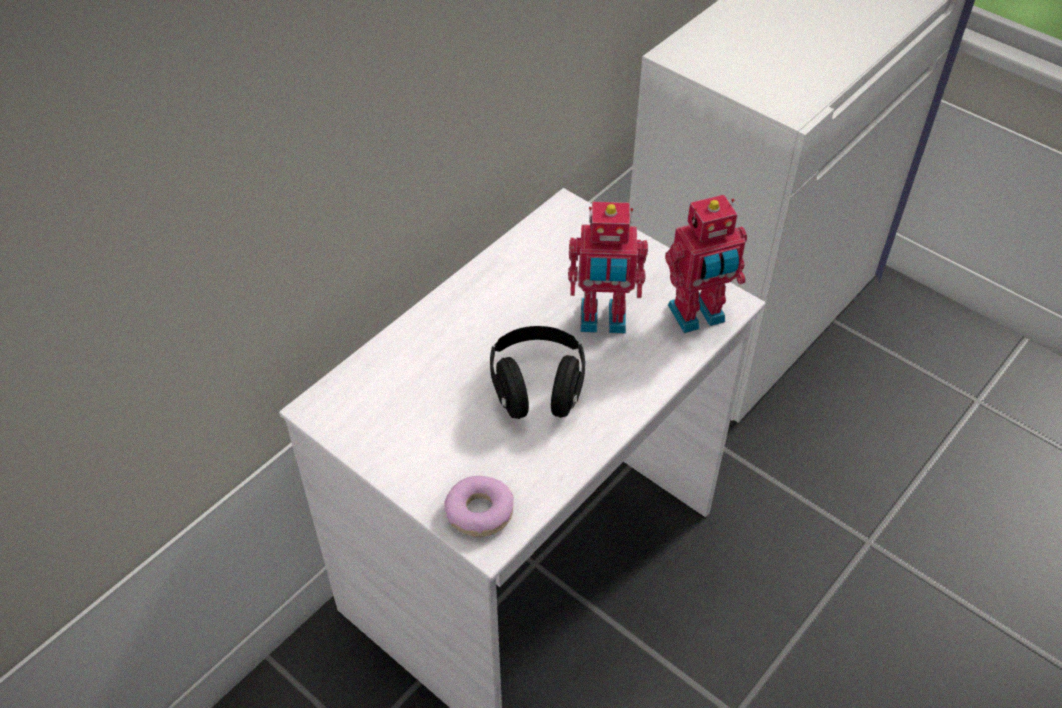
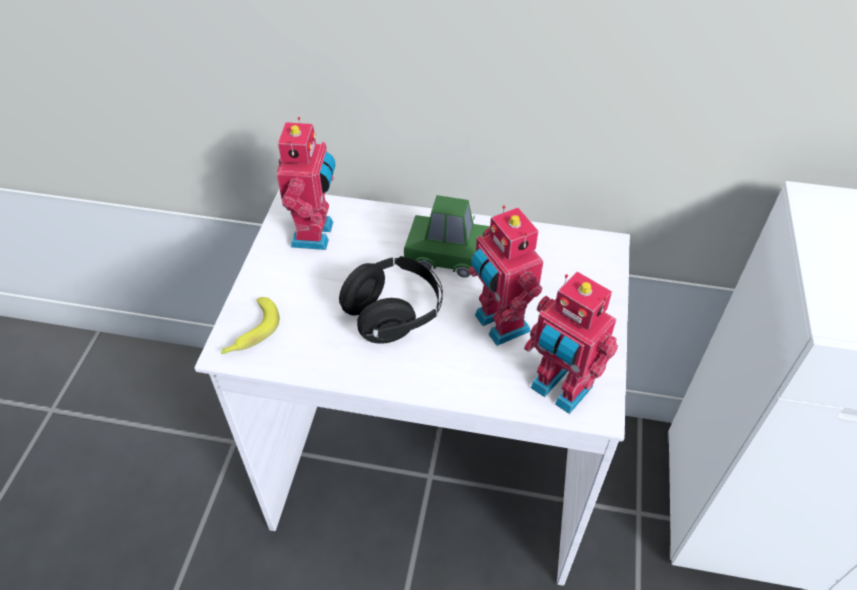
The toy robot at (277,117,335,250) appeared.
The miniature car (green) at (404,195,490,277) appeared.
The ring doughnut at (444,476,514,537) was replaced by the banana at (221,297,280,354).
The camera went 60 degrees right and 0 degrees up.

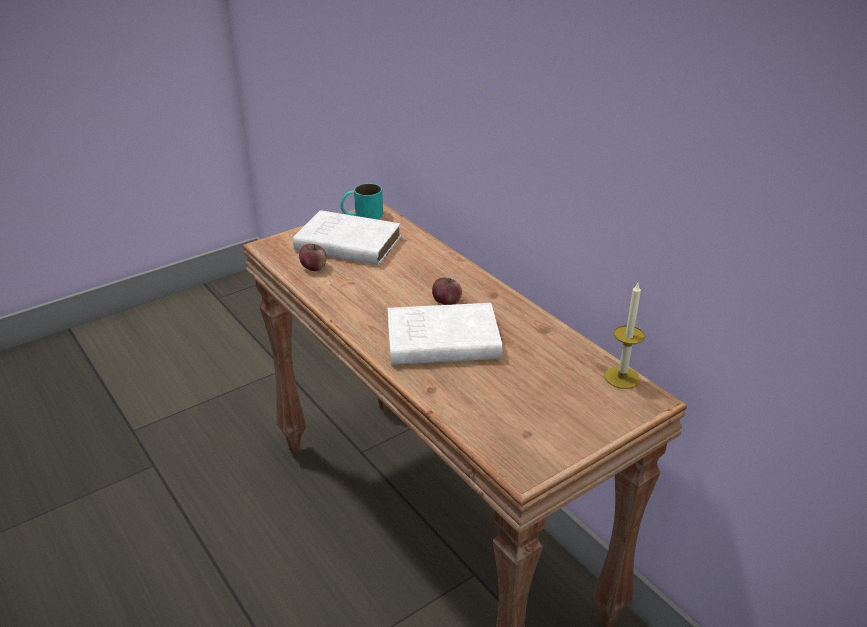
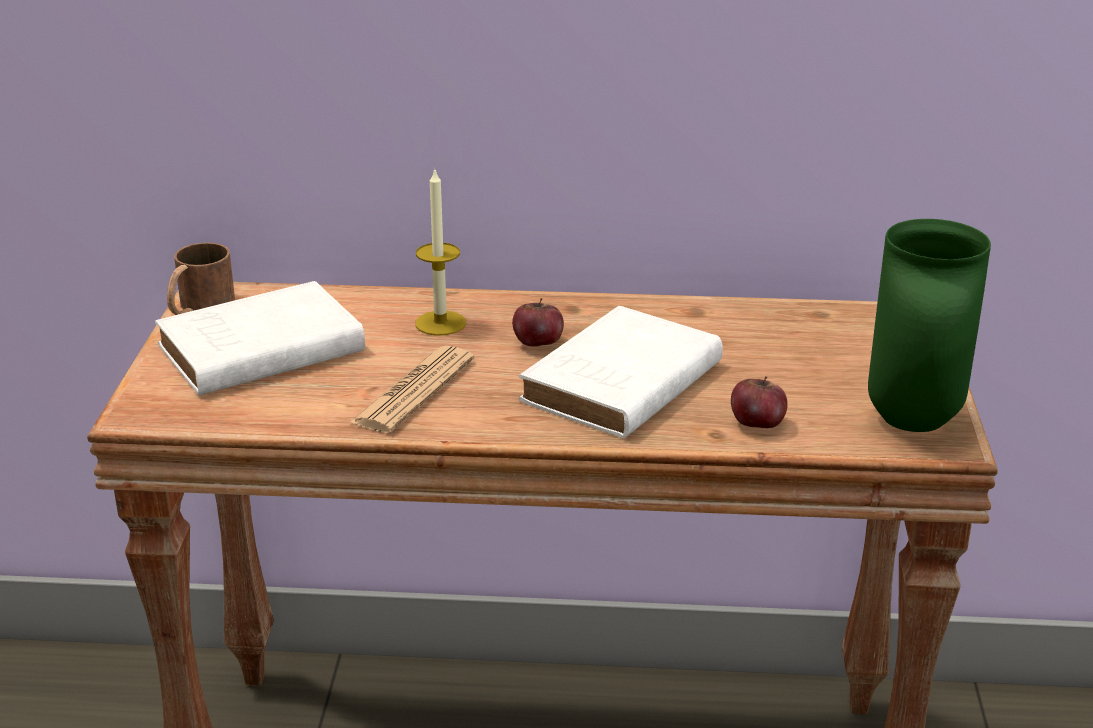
The printed paper at (349,346,474,433) appeared.
The decorative vase (green) at (868,219,991,432) appeared.
The whole apple moved from (299,244,327,271) to (731,376,788,428).
The candle moved from (604,281,645,389) to (415,167,466,336).
The mug (turquoise) at (340,183,383,219) became the mug (brownish) at (167,243,235,315).
The camera went 50 degrees left and 5 degrees down.

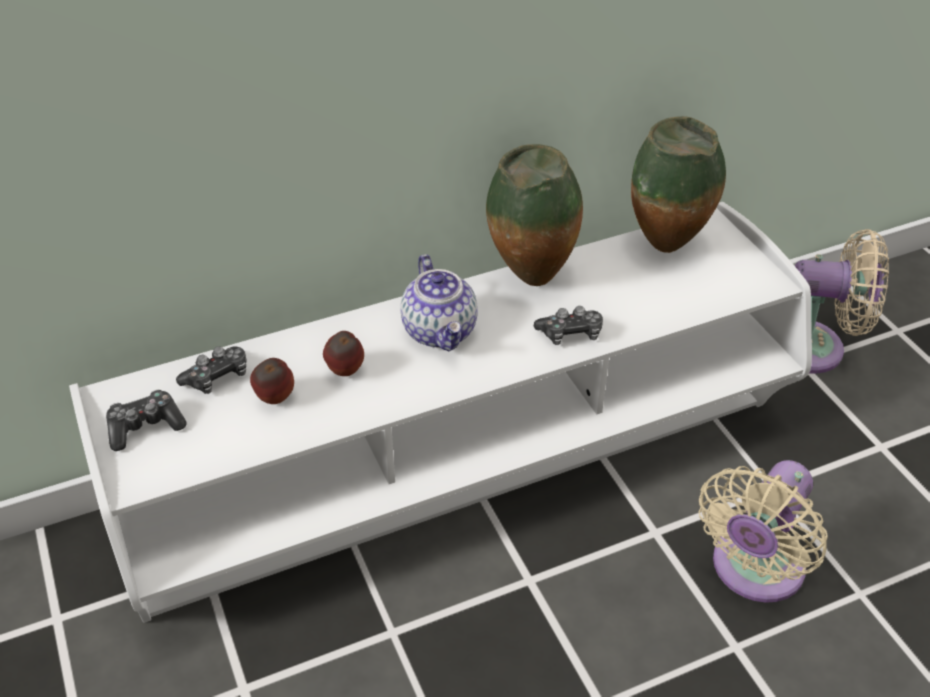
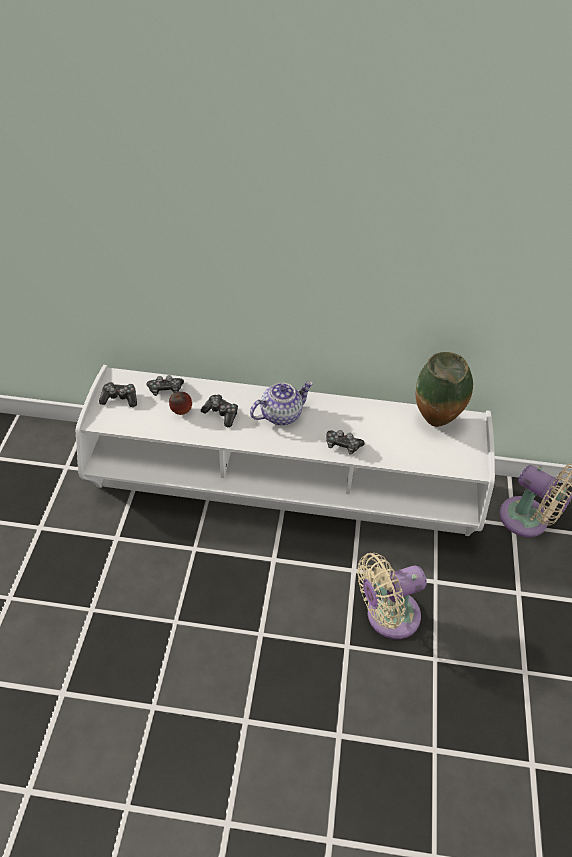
The decorative vase at (486,144,583,286) disappeared.
The whole apple at (323,331,364,376) was replaced by the game controller at (201,395,238,427).
The pot for tea at (401,254,478,351) turned 135 degrees counterclockwise.
The camera went 30 degrees right and 5 degrees up.

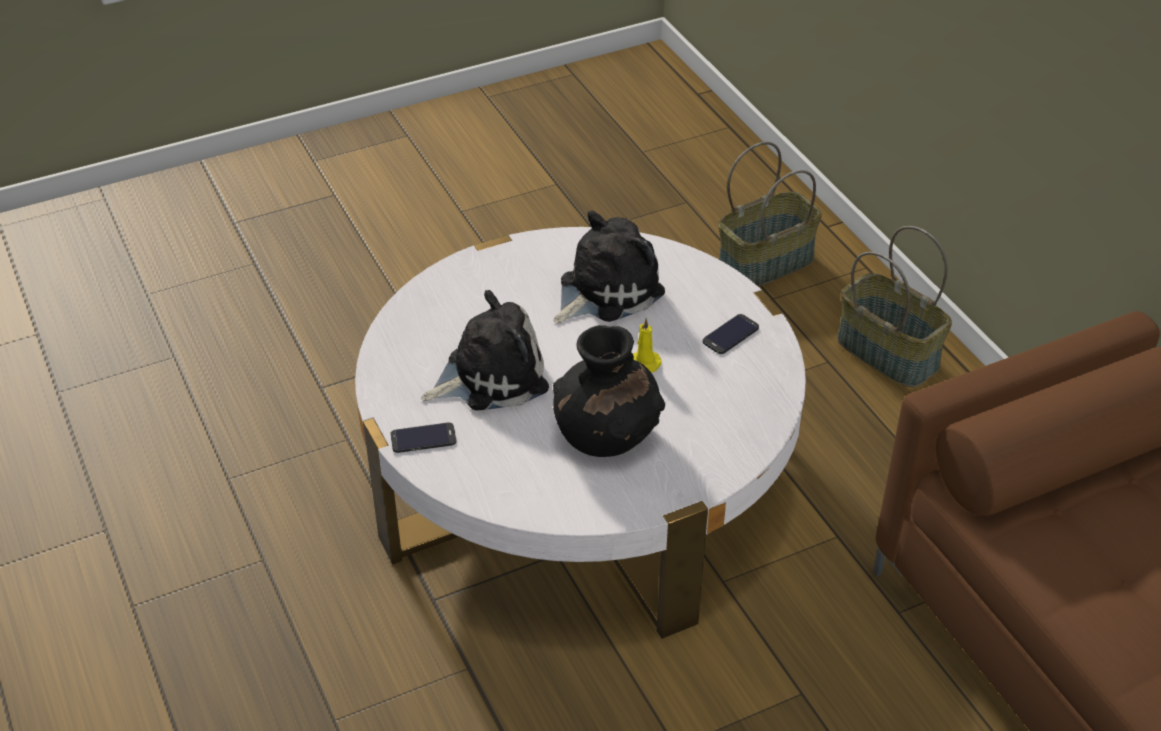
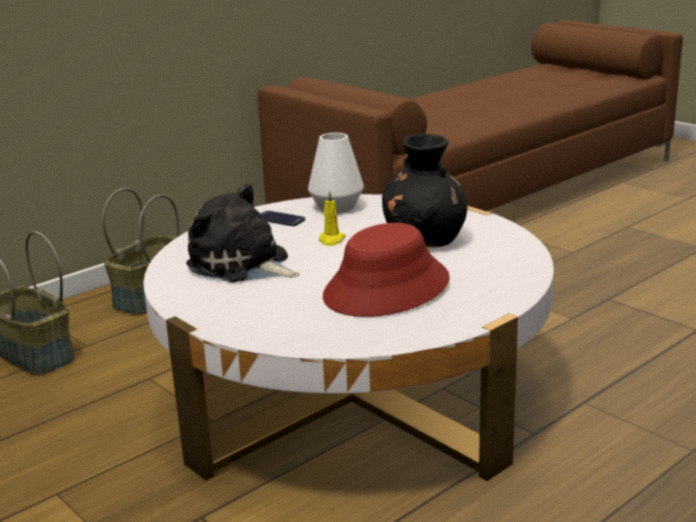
The handset at (390,423,456,453) disappeared.
The decorative vase (whitish) at (308,133,364,213) appeared.
The plush toy at (421,290,549,411) was replaced by the hat (red-coloured) at (323,223,450,317).
The camera went 105 degrees left and 20 degrees down.

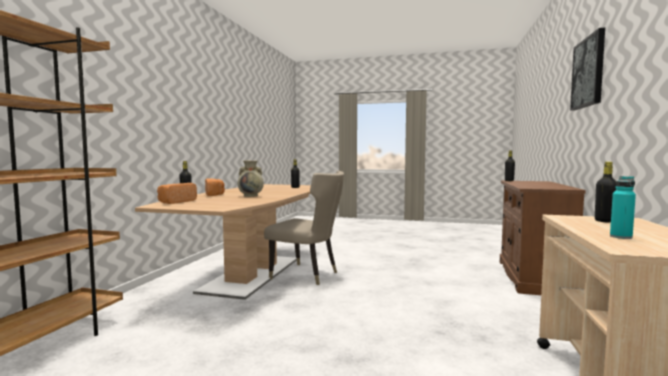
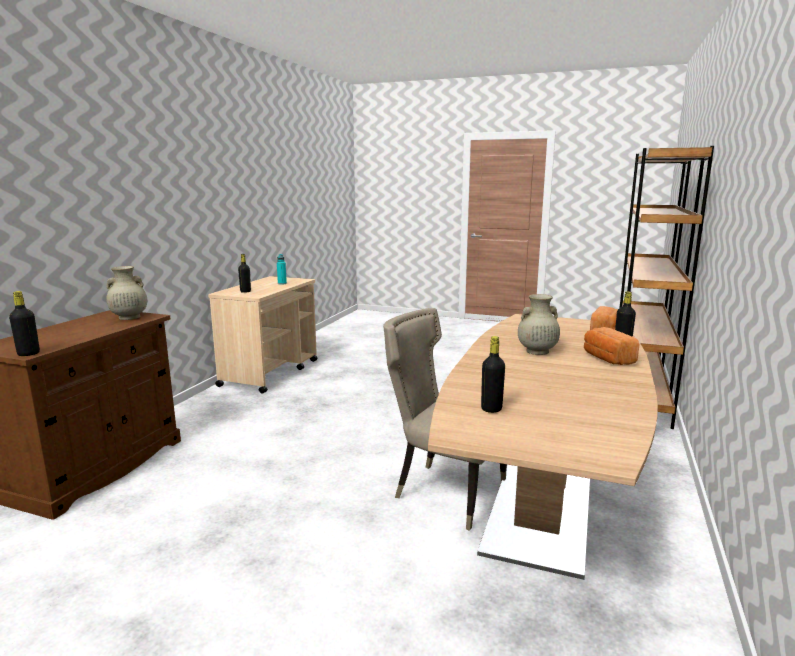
The wall art at (570,28,605,111) disappeared.
The decorative vase (sand-coloured) at (106,266,147,320) appeared.
The camera went 175 degrees left and 10 degrees up.

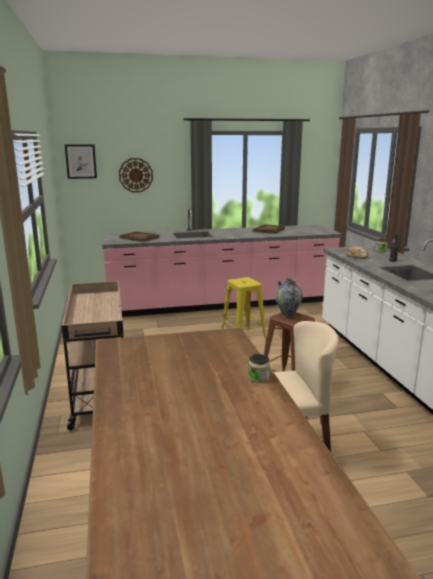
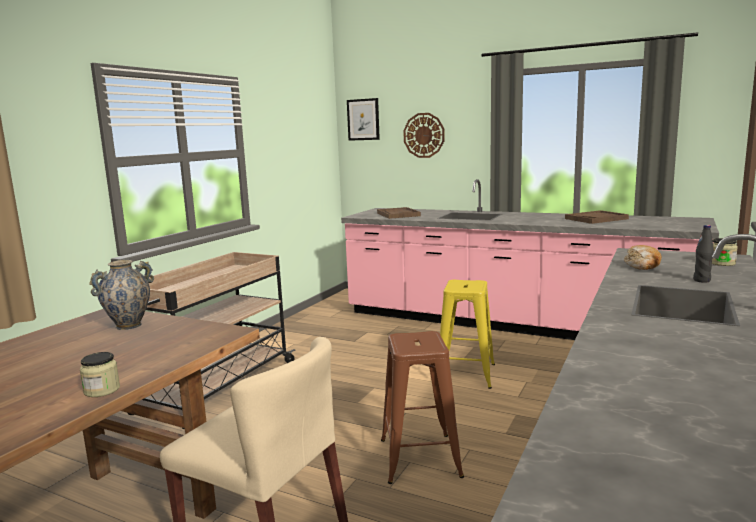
The decorative vase moved from (275,278,303,318) to (89,260,154,330).
The camera went 40 degrees right and 5 degrees down.

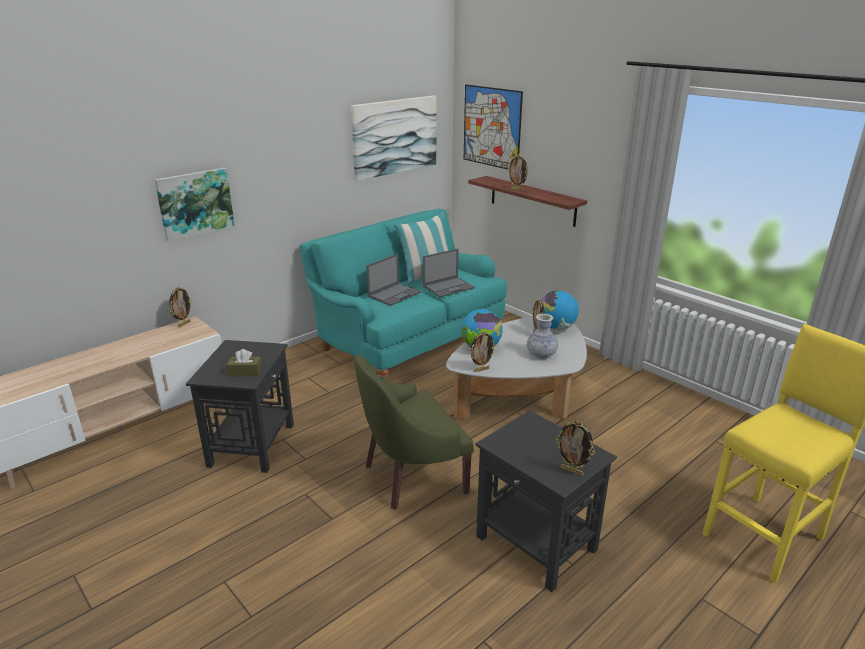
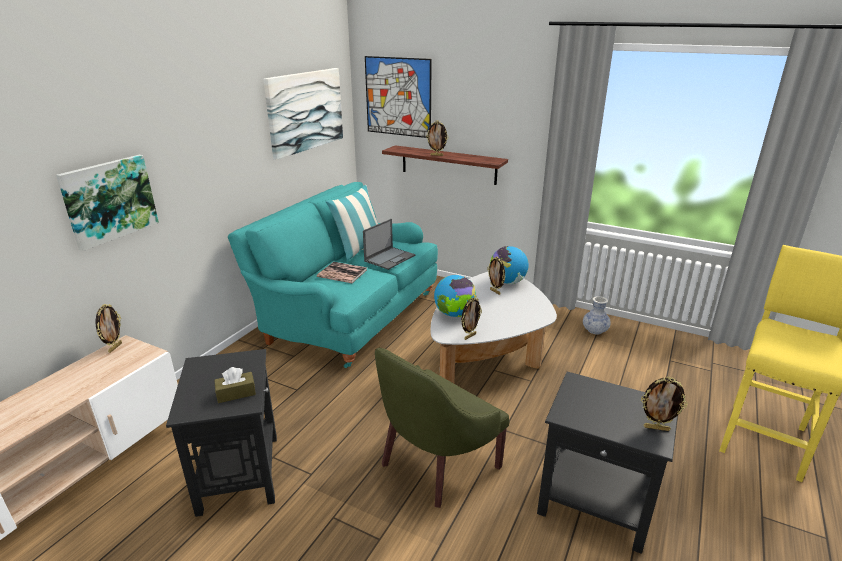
The decorative vase moved from (527,314,558,359) to (583,296,611,335).
The laptop at (366,254,421,306) was replaced by the book at (317,262,367,283).
The camera went 20 degrees left and 0 degrees up.

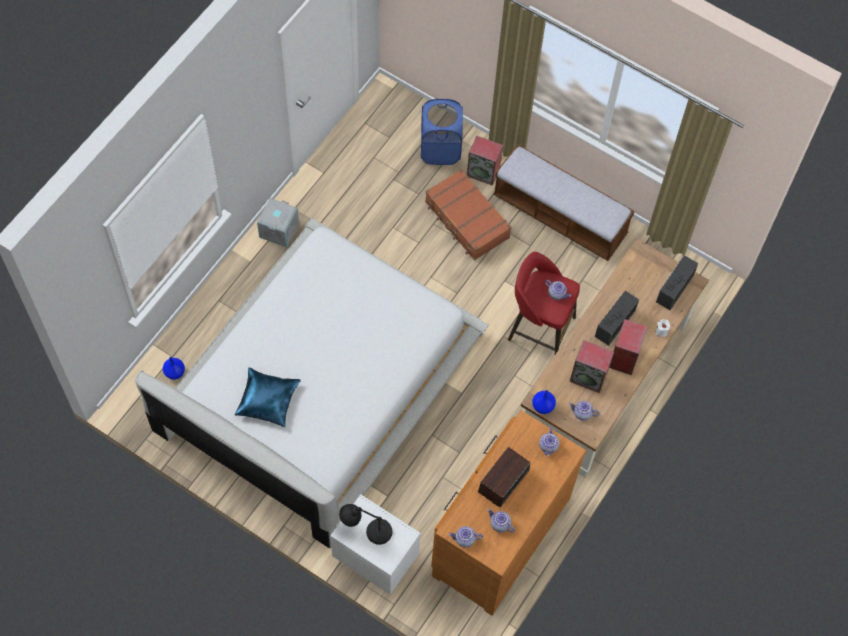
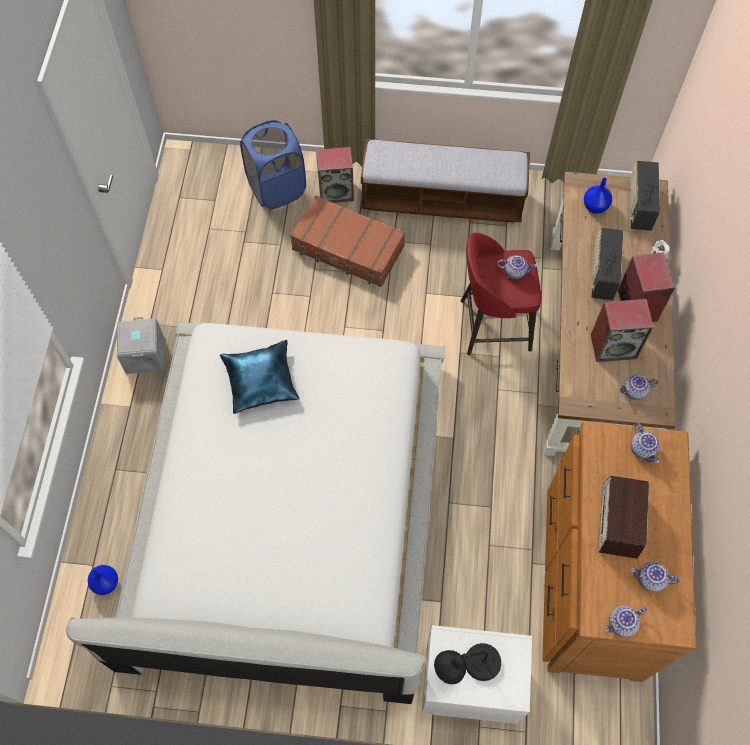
The cushion (blue-coloured) moved from (235,367,301,427) to (220,340,299,414).
The decorative vase (blue-coloured) moved from (532,390,556,414) to (584,178,612,214).
The camera went 25 degrees left and 0 degrees up.

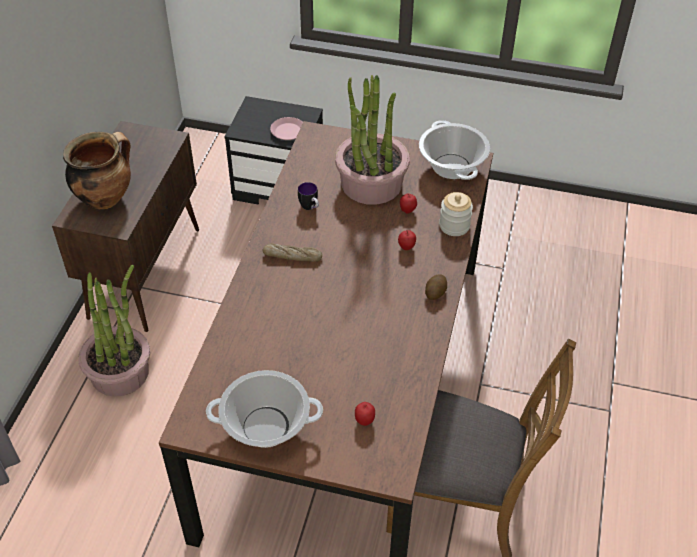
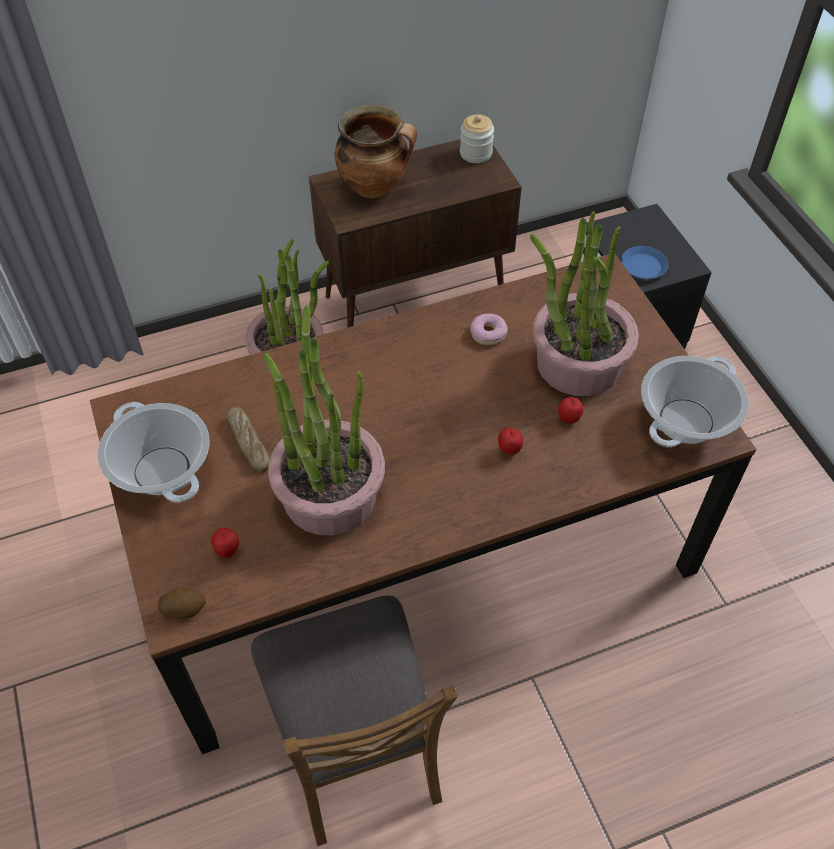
The potted plant at (263,305,385,535) appeared.
The bakery bread moved from (263,243,322,262) to (227,407,269,472).
The spud moved from (425,274,447,300) to (158,588,206,619).
The preserve jar moved from (439,192,473,236) to (460,114,494,163).
The mug at (298,182,319,210) was replaced by the ring doughnut at (470,313,508,345).
The flat dish (pinkish) at (270,117,303,140) became the flat dish (blue-coloured) at (621,246,668,279).
The camera went 55 degrees right and 5 degrees up.

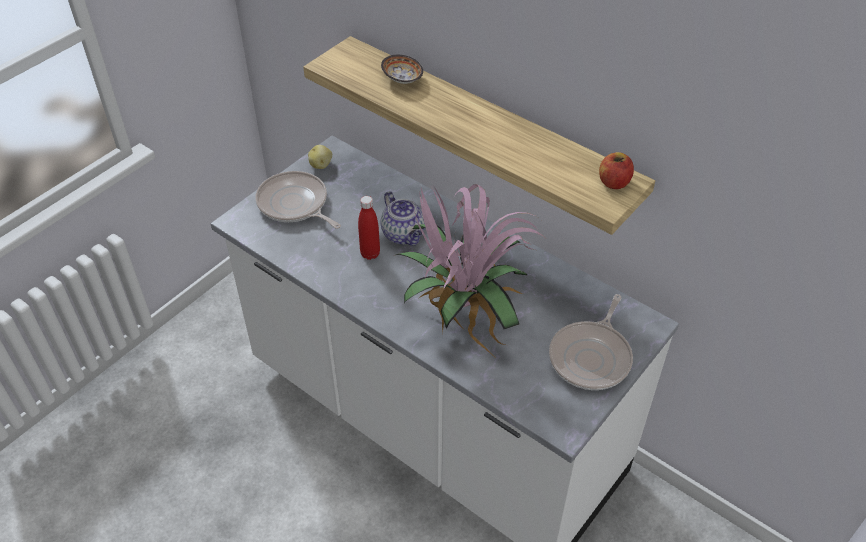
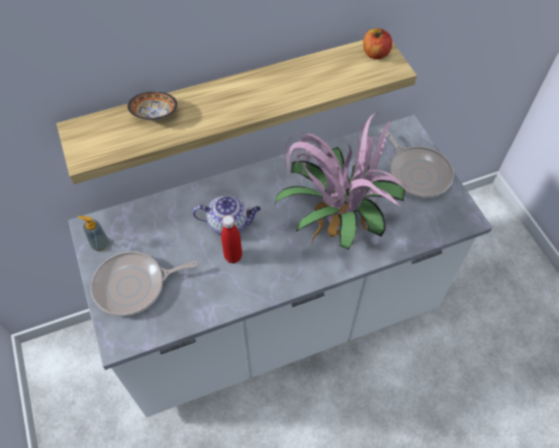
The spud at (308,145,332,169) was replaced by the soap dispenser at (78,216,109,251).
The camera went 60 degrees left and 10 degrees up.

